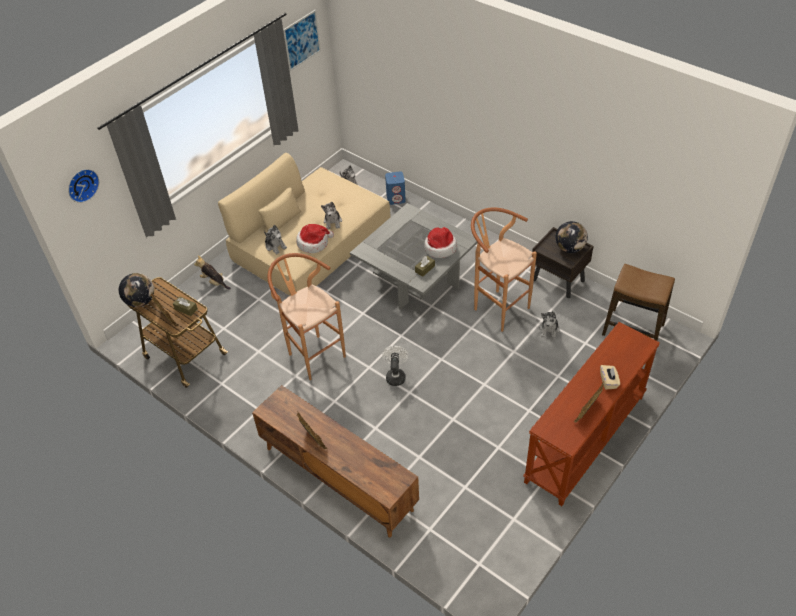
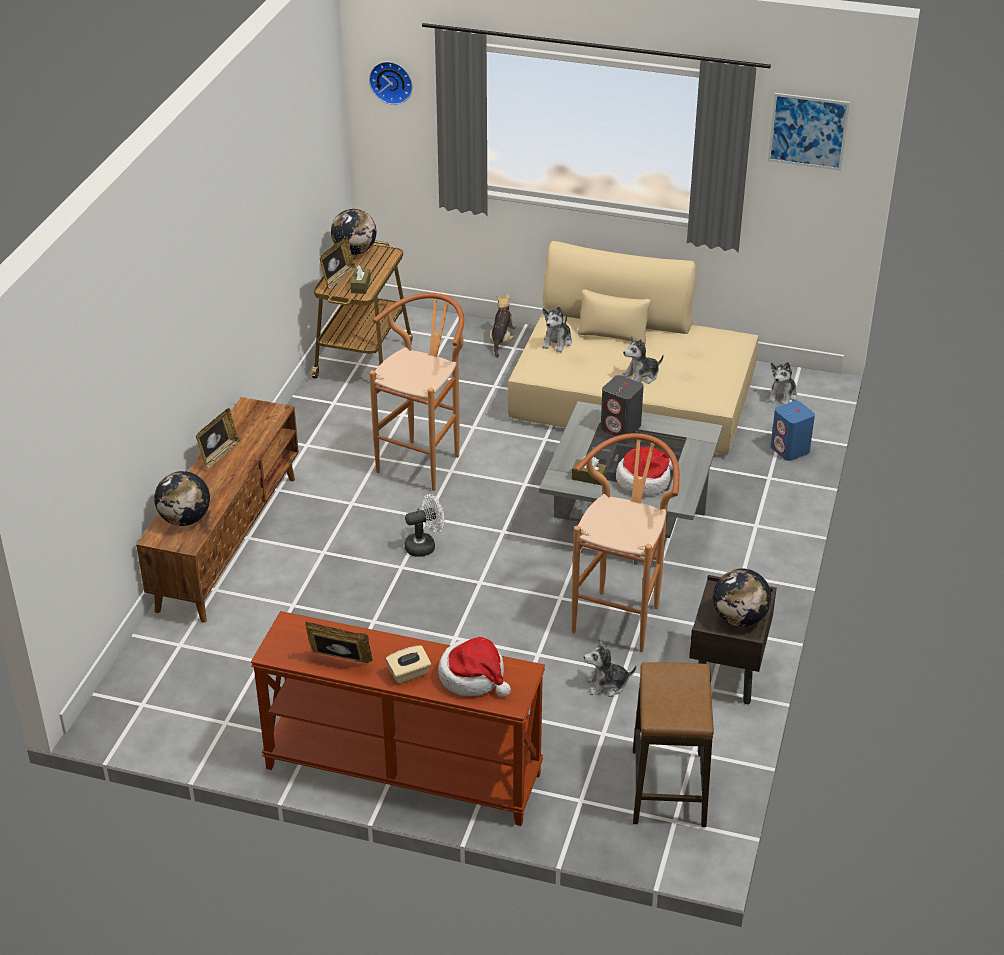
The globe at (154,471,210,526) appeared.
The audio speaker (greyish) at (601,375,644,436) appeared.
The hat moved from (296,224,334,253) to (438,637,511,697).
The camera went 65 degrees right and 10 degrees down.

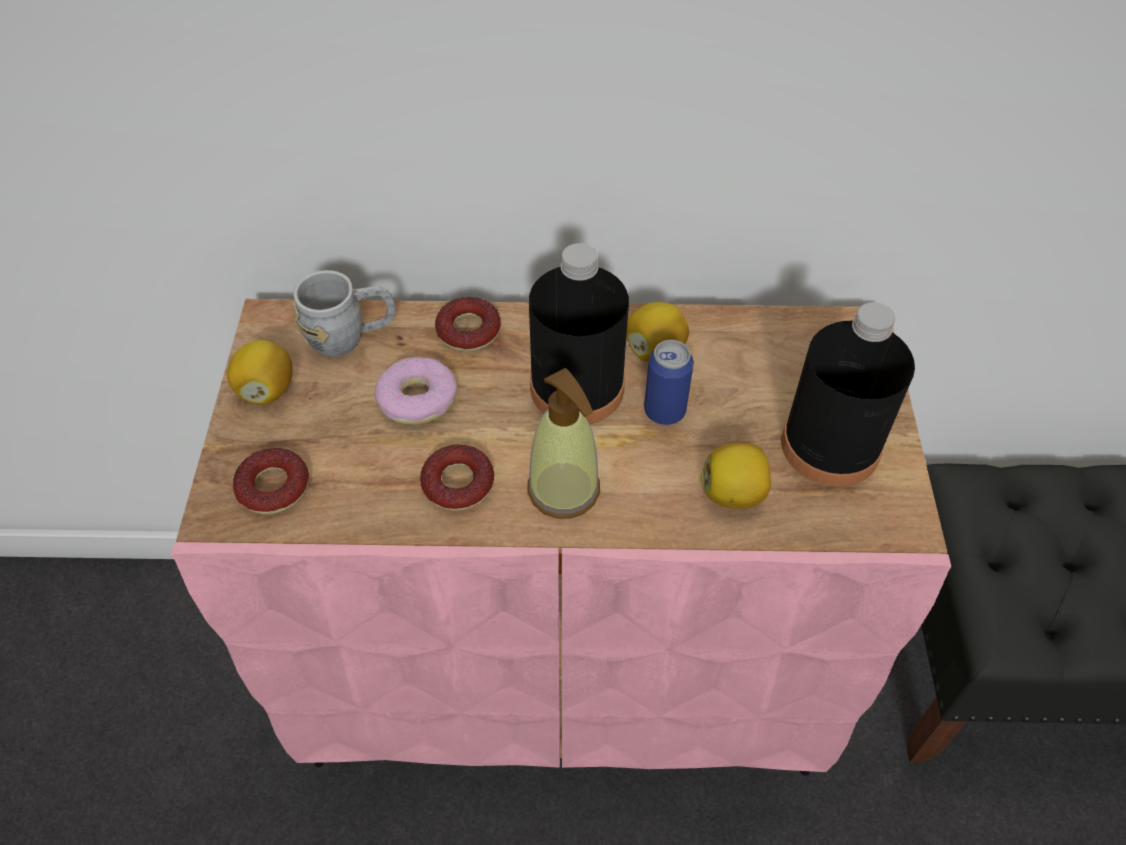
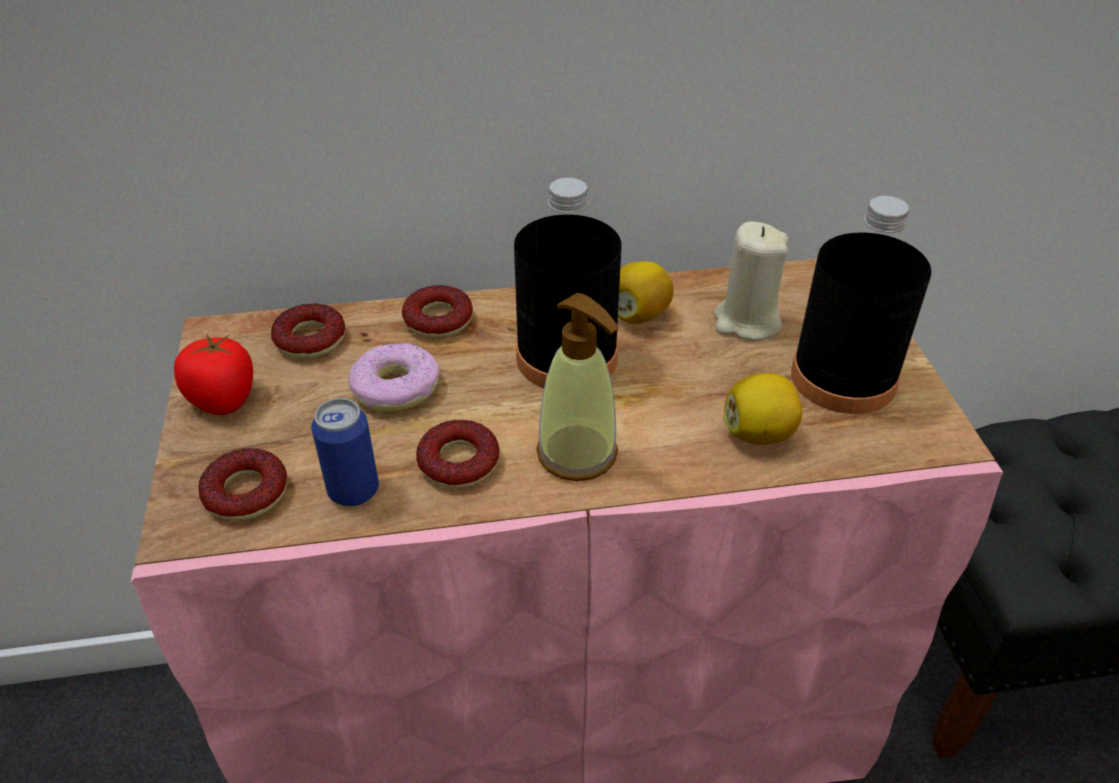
The candle (sand-coloured) at (714,221,788,340) appeared.
The can moved from (644,340,694,425) to (311,398,379,507).
The whole lemon at (227,340,293,405) was replaced by the tomato at (174,334,253,415).
The mug (greyish) at (293,270,396,357) was replaced by the ring doughnut at (271,303,345,359).
The camera went 10 degrees left and 10 degrees down.

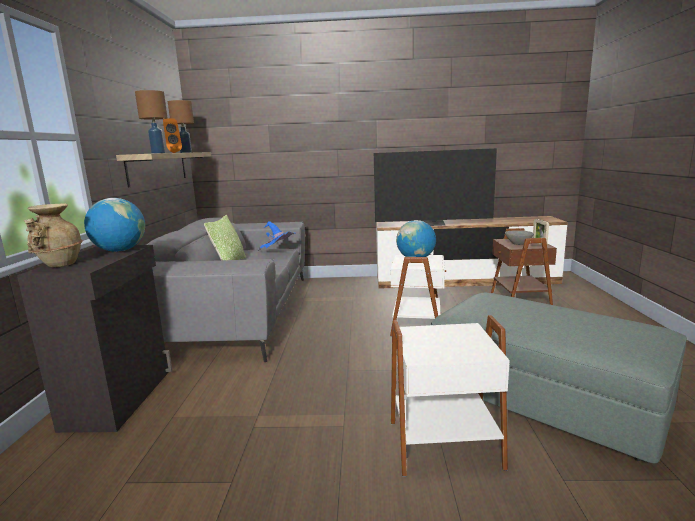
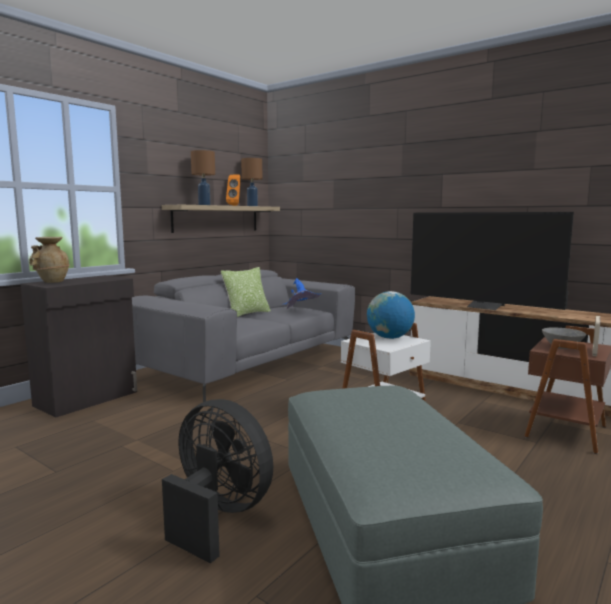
The globe at (84,198,145,252) disappeared.
The end table (whitish) at (391,315,510,477) was replaced by the fan (blackish) at (162,399,273,564).
The camera went 35 degrees right and 5 degrees down.

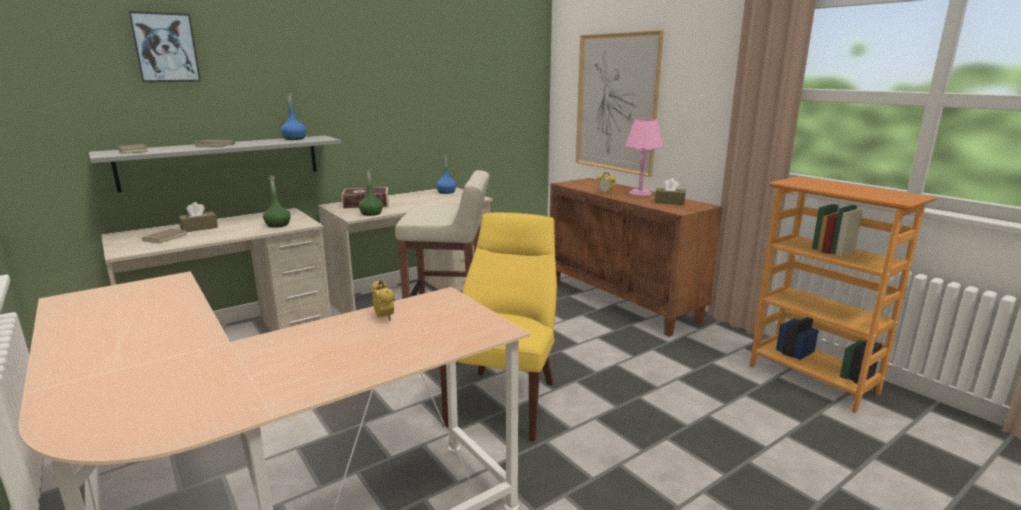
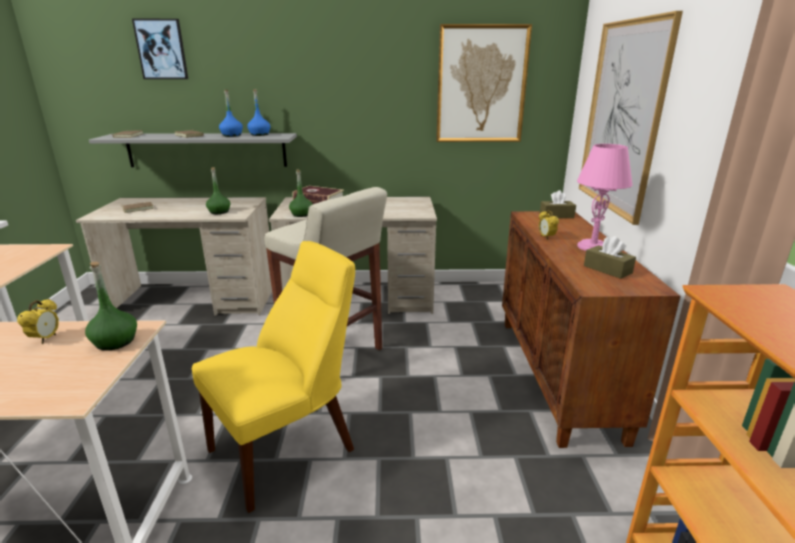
The drink bottle (green) at (85,262,137,351) appeared.
The wall art at (436,24,532,142) appeared.
The box of tissues (brownish) moved from (178,202,218,232) to (540,190,576,218).
The drink bottle (blue-coloured) moved from (436,153,457,194) to (219,90,243,137).
The camera went 35 degrees right and 5 degrees up.

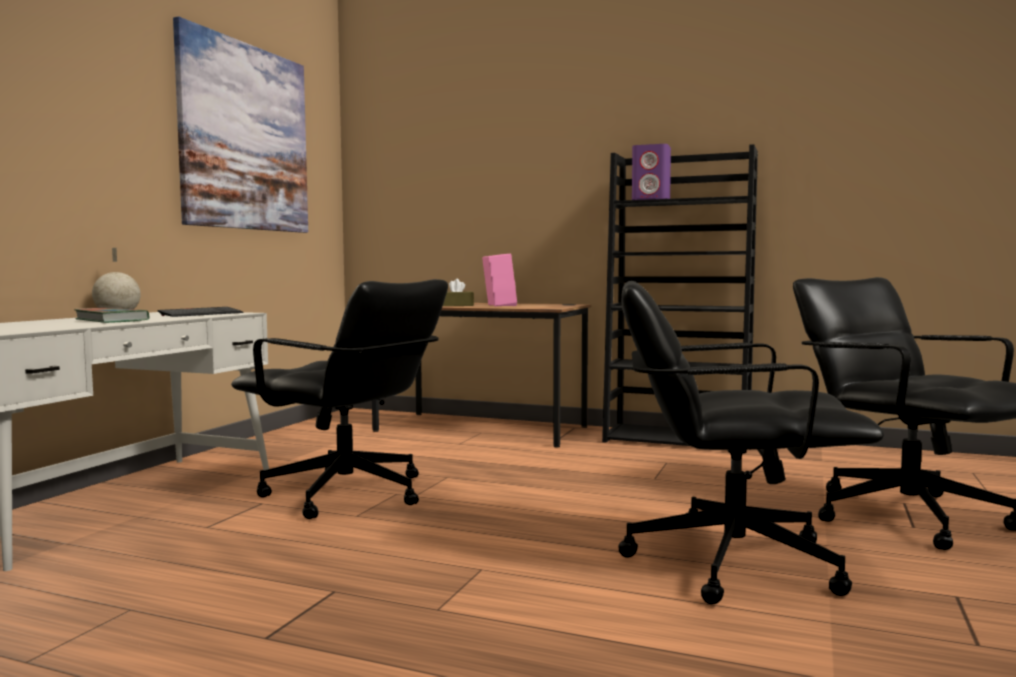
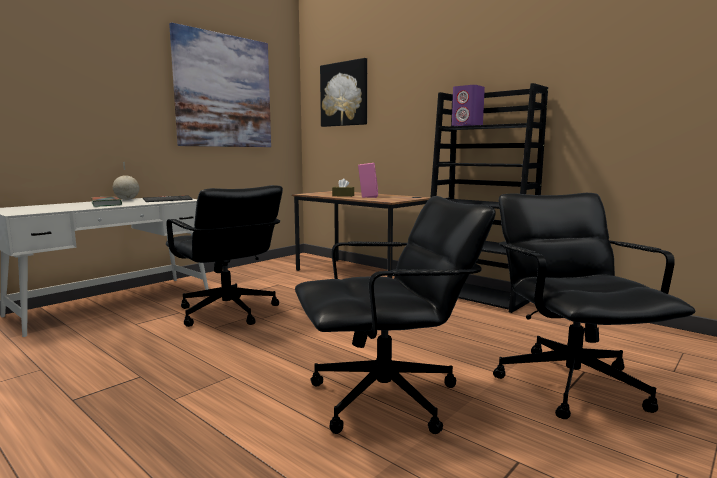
The wall art at (320,58,367,127) appeared.
The desk chair (blackish) at (619,281,884,604) turned 135 degrees clockwise.
The camera went 20 degrees right and 5 degrees up.

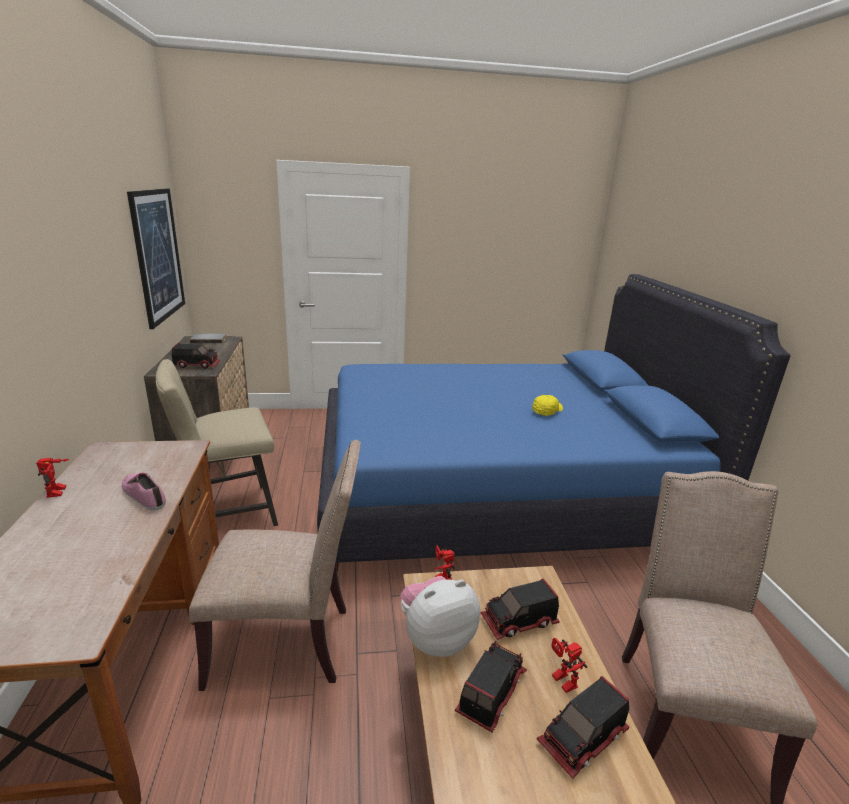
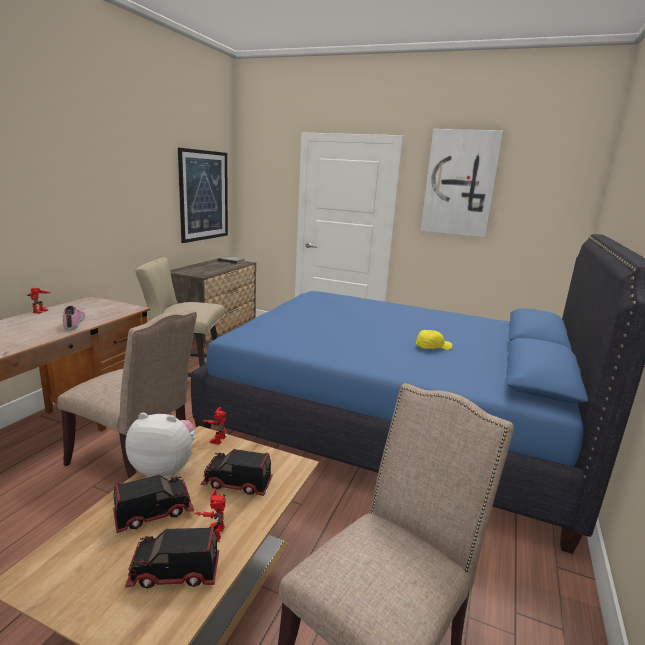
The toy truck at (172,343,220,369) disappeared.
The wall art at (421,129,504,237) appeared.
The camera went 30 degrees right and 5 degrees down.

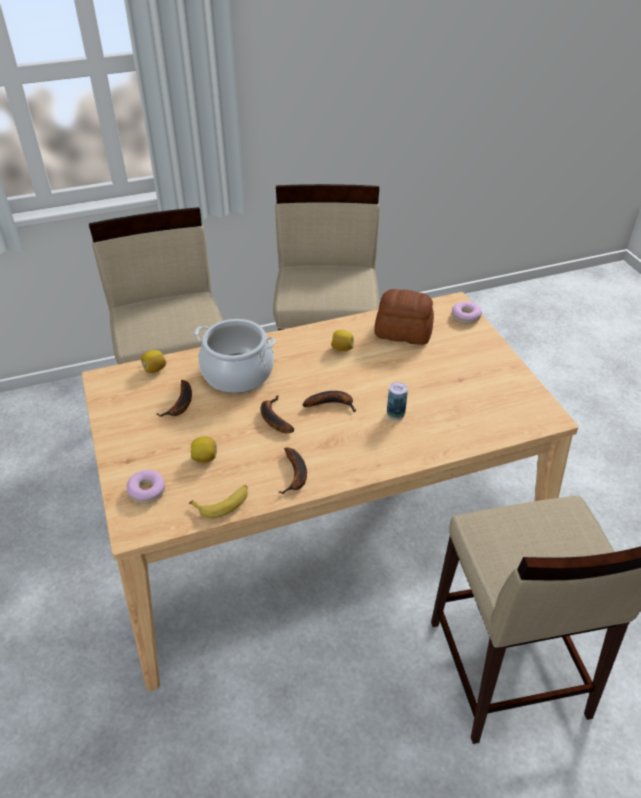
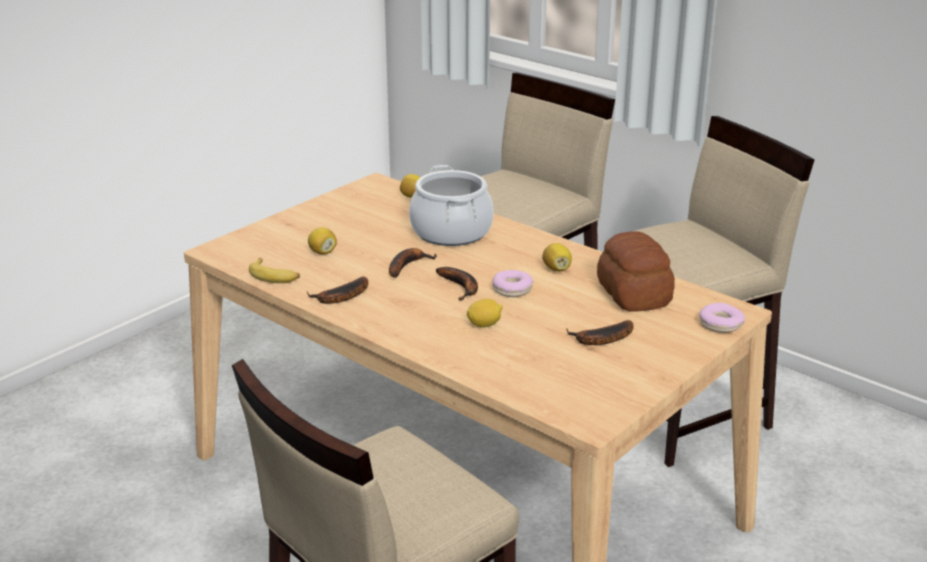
The ring doughnut moved from (127,470,165,504) to (492,270,533,297).
The banana moved from (156,380,192,417) to (566,320,634,345).
The can at (387,382,408,420) was replaced by the whole lemon at (467,299,503,328).
The camera went 60 degrees right and 15 degrees down.

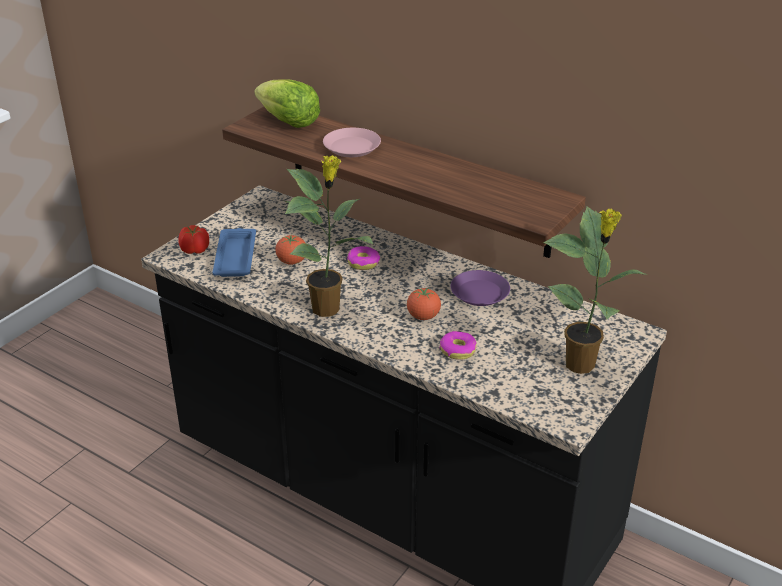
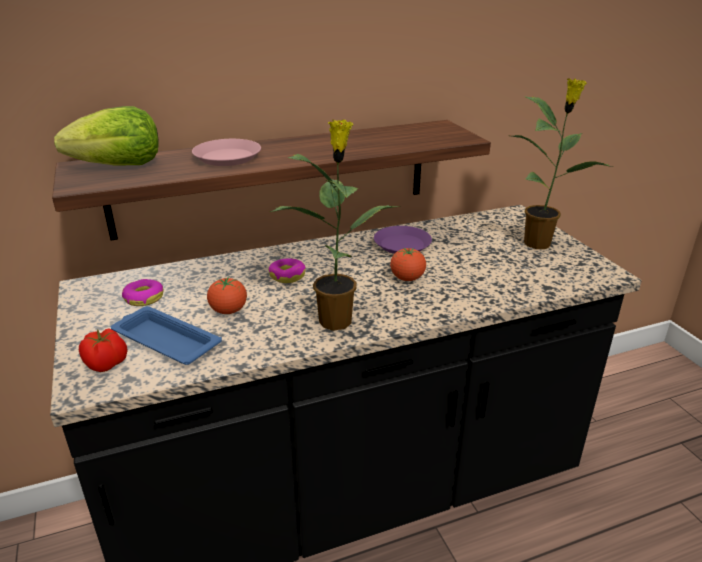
The ring doughnut moved from (440,331,477,360) to (122,279,163,306).
The camera went 55 degrees left and 5 degrees down.

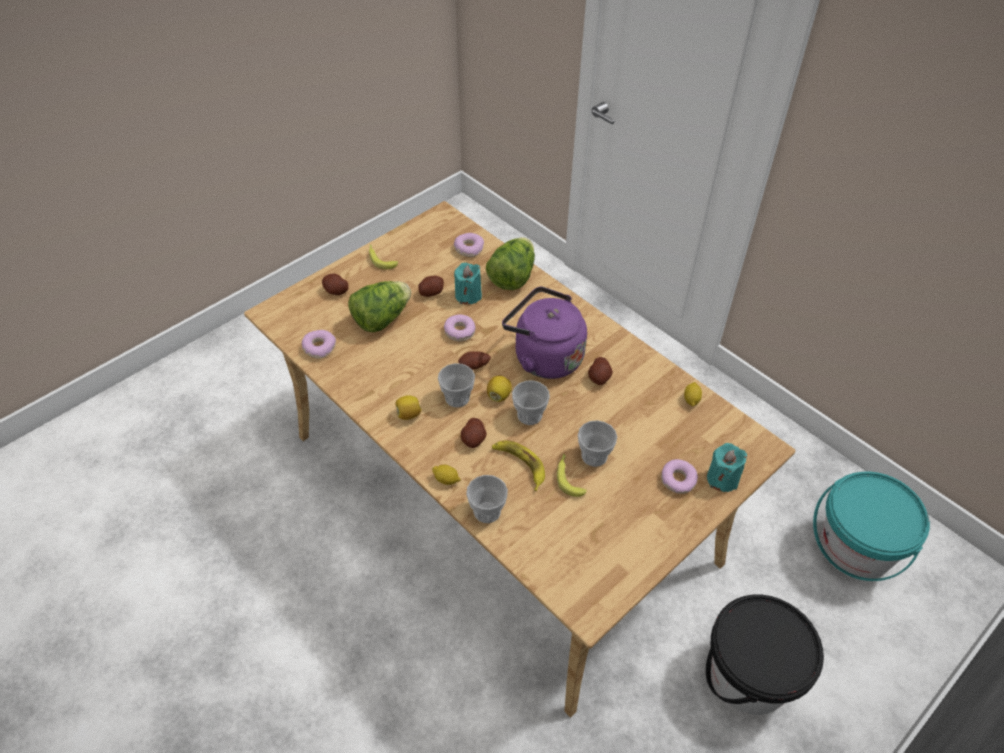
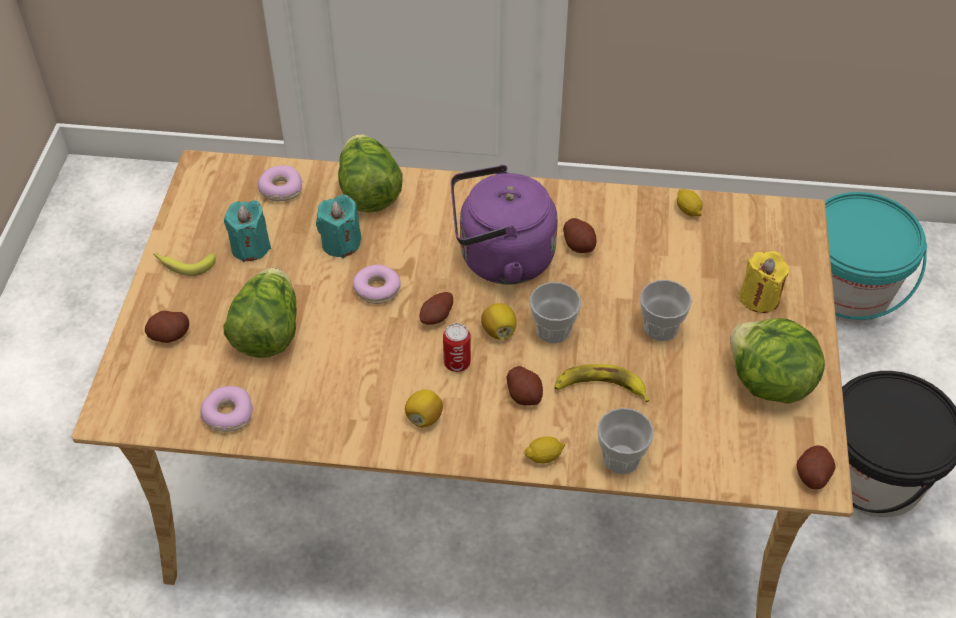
The banana at (557,454,587,497) disappeared.
The head of lettuce at (730,318,825,404) appeared.
The spud moved from (418,276,444,297) to (797,445,836,490).
The candle (turquoise) moved from (707,443,747,492) to (224,200,271,262).
The small cup at (438,363,475,407) was replaced by the can at (443,323,471,372).
The ring doughnut at (661,459,698,494) was replaced by the candle (yellowish) at (740,251,789,313).
The camera went 40 degrees left and 0 degrees up.

